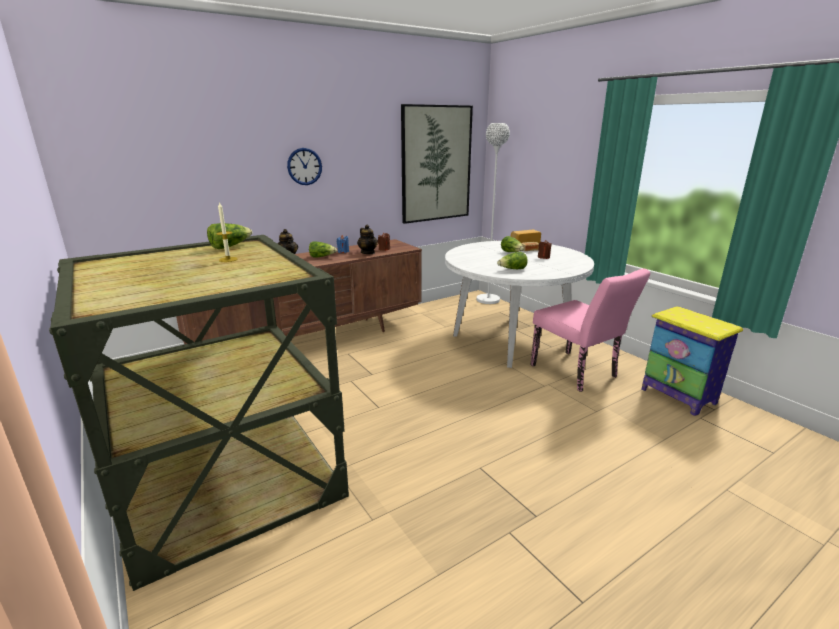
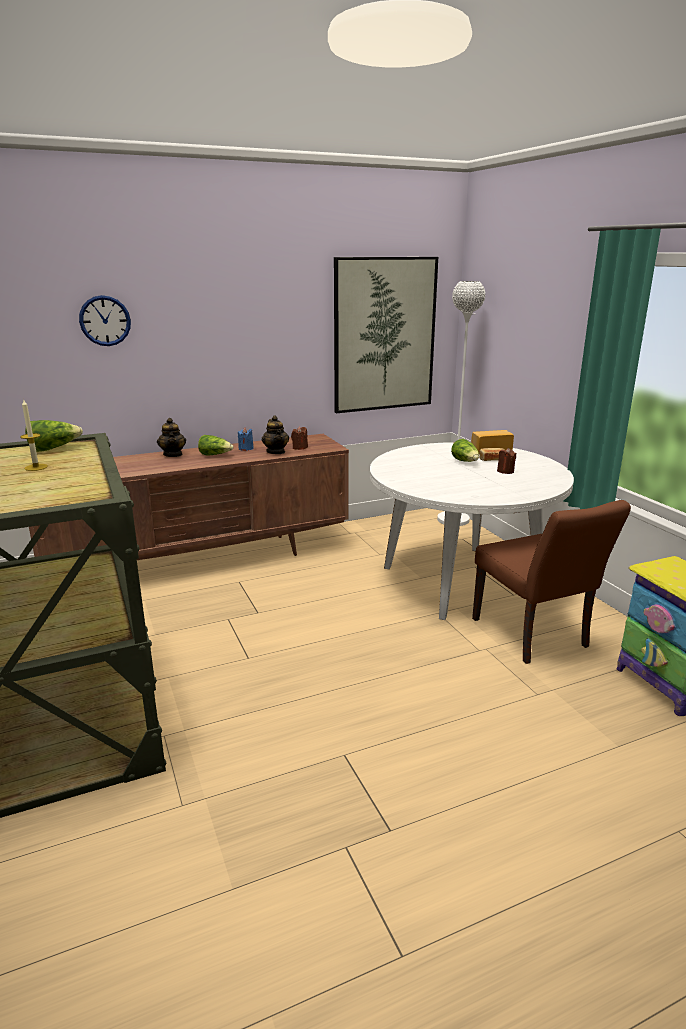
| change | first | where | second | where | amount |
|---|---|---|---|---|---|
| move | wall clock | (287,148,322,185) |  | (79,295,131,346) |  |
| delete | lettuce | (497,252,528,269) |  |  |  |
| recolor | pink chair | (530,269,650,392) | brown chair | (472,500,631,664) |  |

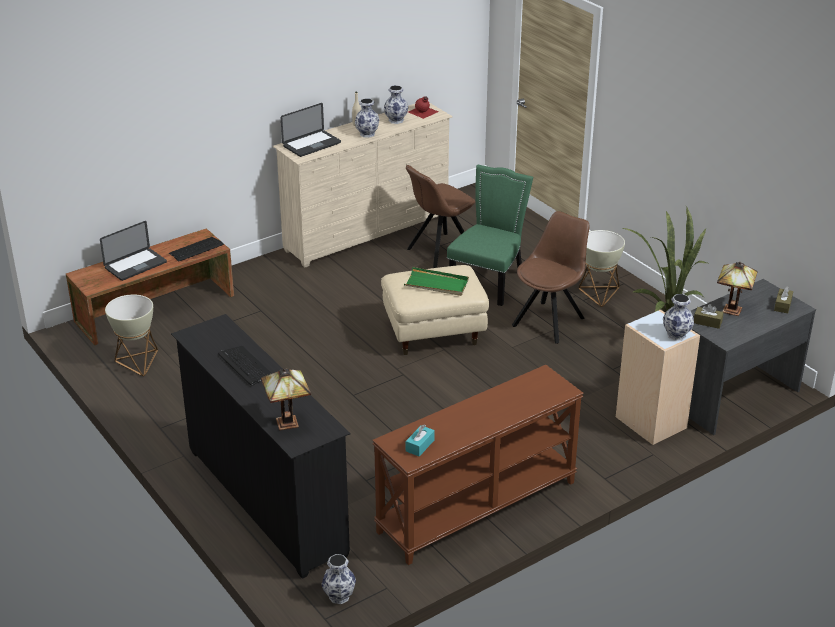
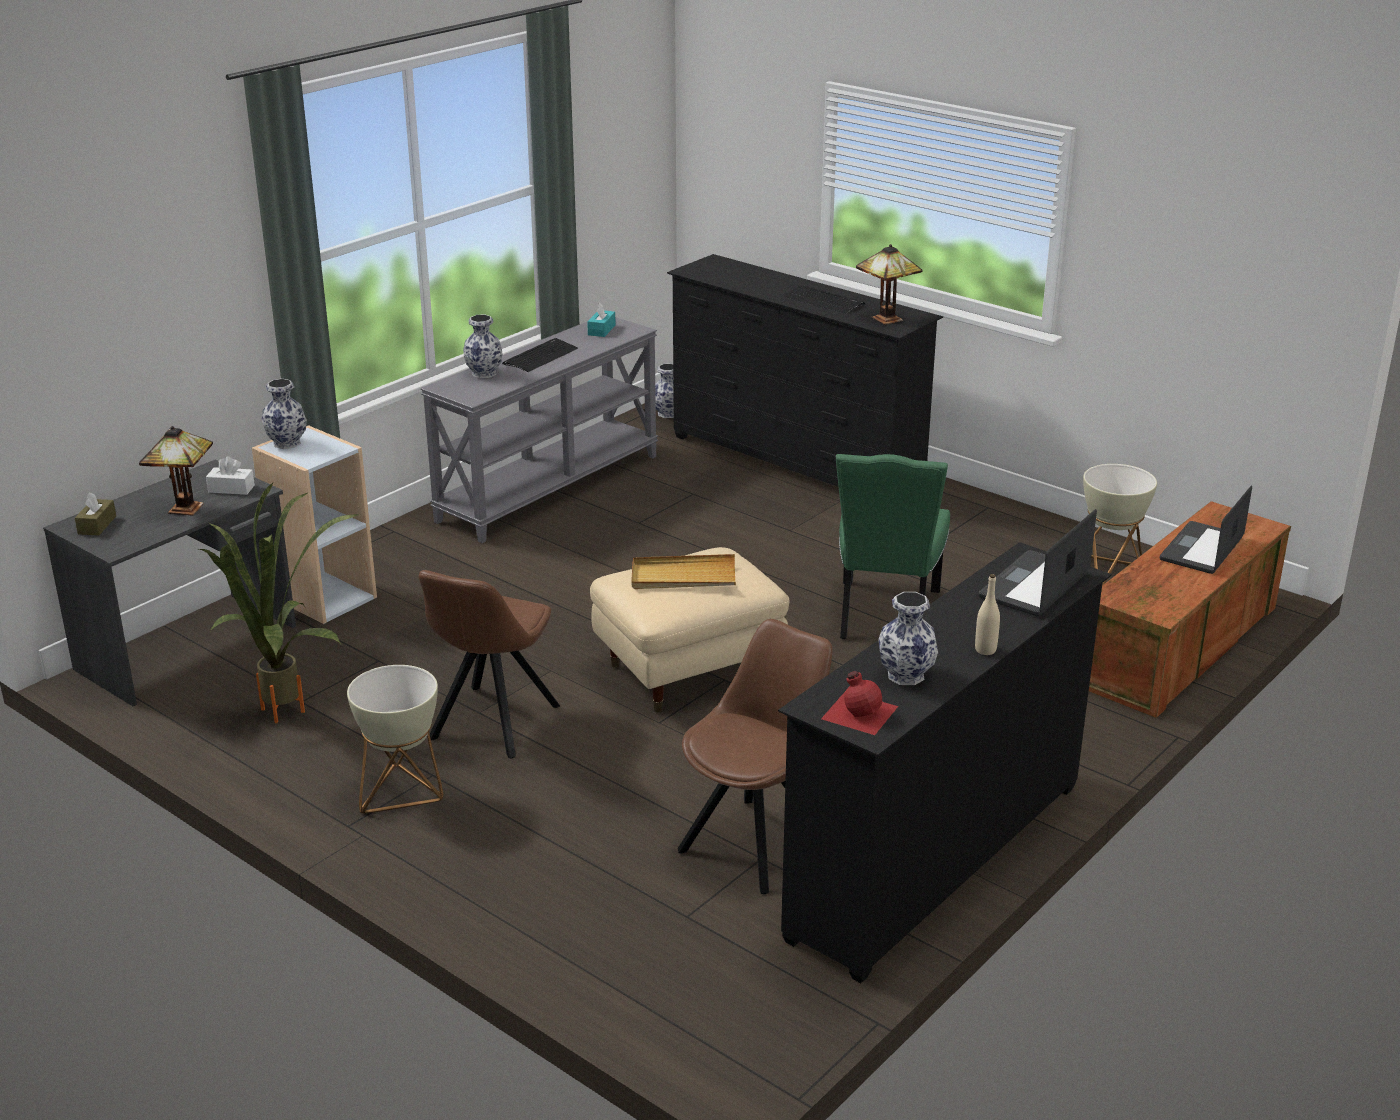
| change | first | where | second | where | amount |
|---|---|---|---|---|---|
| move | vase | (355,98,379,138) |  | (463,314,502,378) |  |
| recolor | beige dresser | (273,103,453,268) | black dresser | (778,542,1112,983) |  |
| move | green chair | (447,165,533,306) |  | (836,454,950,639) |  |
| move | keyboard | (169,237,224,262) |  | (502,338,578,372) |  |
| recolor | green tray | (404,267,469,296) | beige tray | (632,554,736,589) |  |
| recolor | brown tissue box | (694,304,724,329) | white tissue box | (206,457,255,495) |  |
| recolor | brown console table | (372,365,584,565) | grey console table | (420,317,658,543) |  |
| move | table lamp | (261,368,311,430) |  | (856,244,923,325) |  |

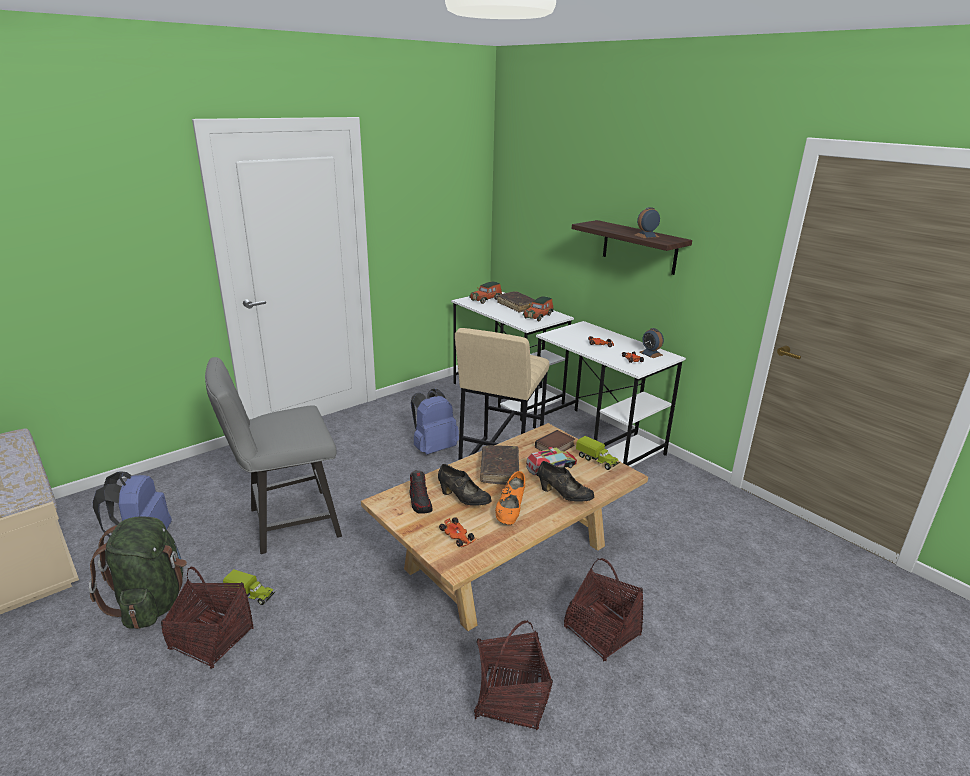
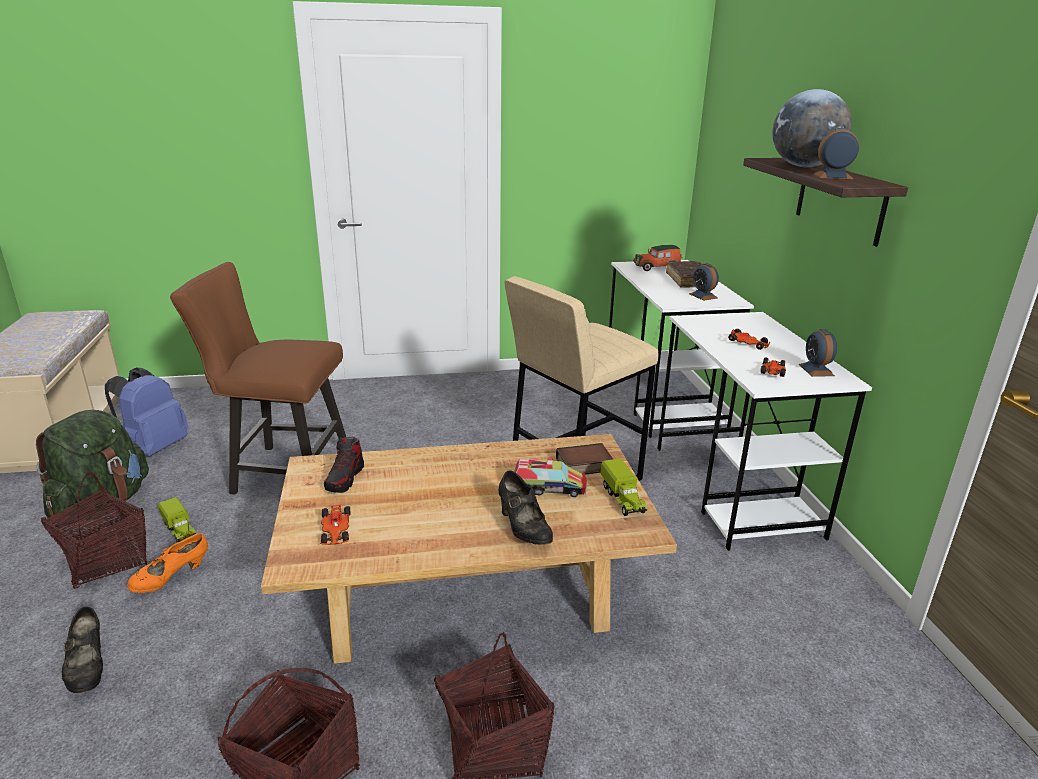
| change | first | where | second | where | amount |
|---|---|---|---|---|---|
| replace | toy car | (523,296,553,321) | alarm clock | (689,263,719,301) |  |
| recolor | grey chair | (205,357,342,554) | brown chair | (170,262,346,495) |  |
| delete | blue backpack | (411,389,459,455) |  |  |  |
| delete | brown book | (480,445,519,485) |  |  |  |
| move | black shoe | (438,464,491,506) |  | (62,606,103,693) |  |
| move | orange shoe | (495,471,525,525) |  | (127,533,208,593) |  |
| insert |  |  | globe | (773,89,852,167) |  |

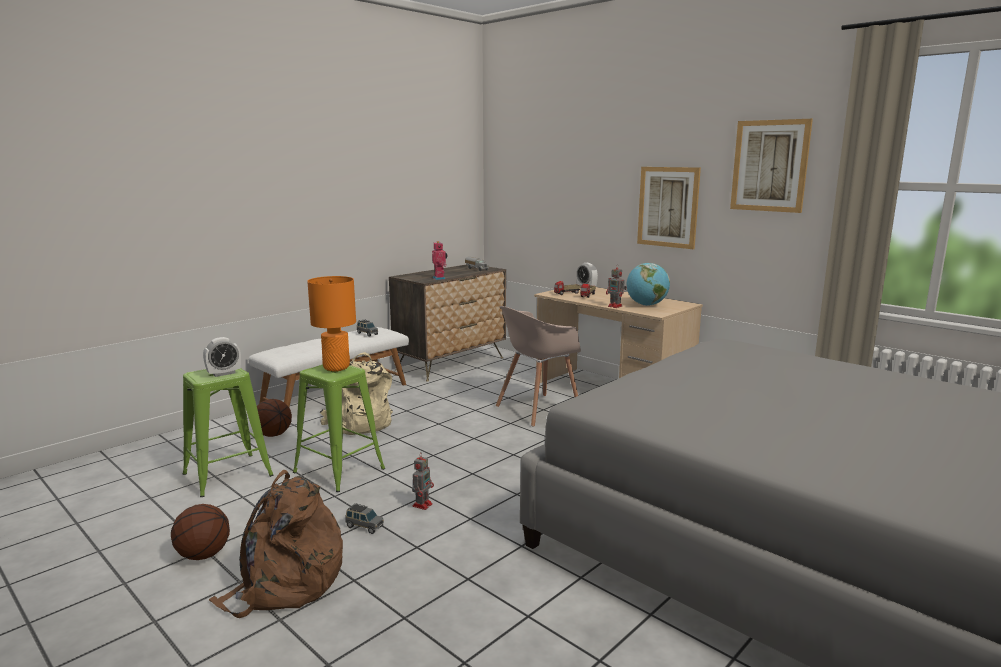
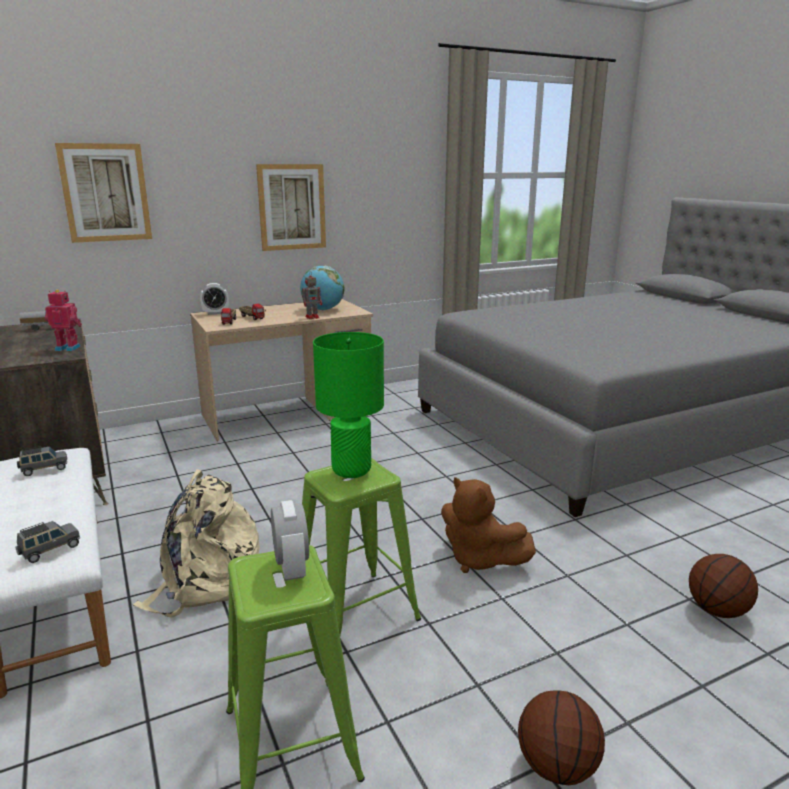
| change | first | where | second | where | amount |
|---|---|---|---|---|---|
| move | picture | (730,119,813,213) |  | (55,143,152,243) |  |
| recolor | orange table lamp | (307,276,356,372) | green table lamp | (313,332,384,478) |  |
| delete | beige chair | (496,306,581,427) |  |  |  |
| move | basketball | (257,399,292,437) |  | (689,554,758,618) |  |
| replace | toy robot | (412,452,434,510) | brown plush toy | (441,477,536,573) |  |
| delete | brown backpack | (209,470,343,618) |  |  |  |
| move | grey toy car | (345,503,384,534) |  | (15,521,80,563) |  |

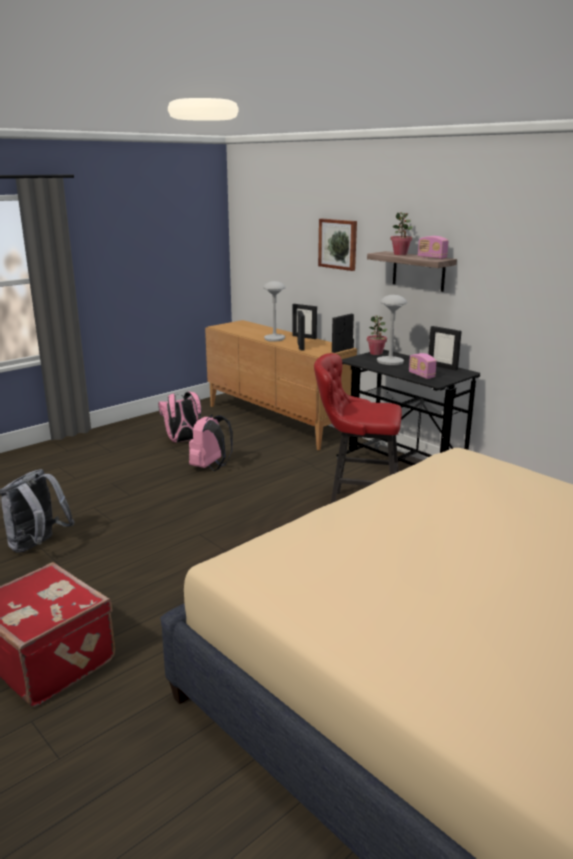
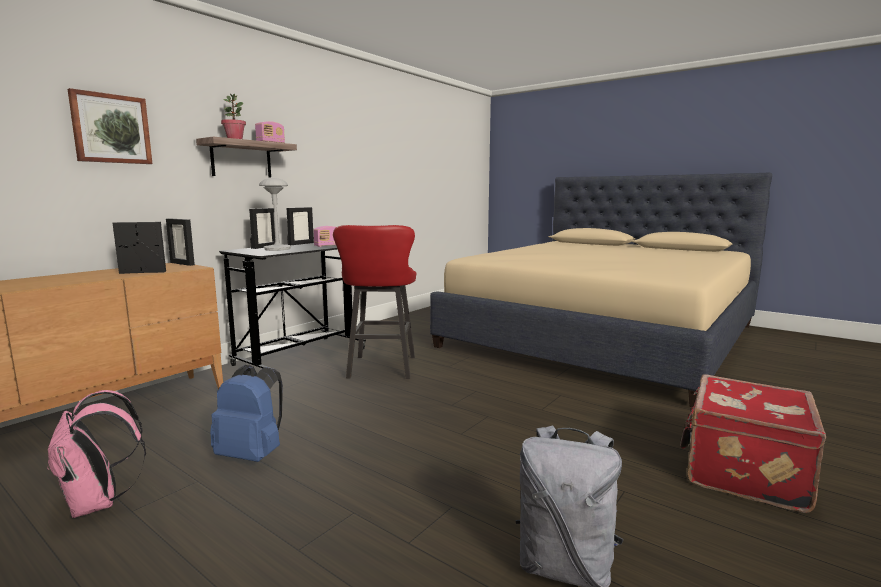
| change | first | where | second | where | amount |
|---|---|---|---|---|---|
| delete | grey table lamp | (263,281,286,342) |  |  |  |
| move | picture frame | (292,304,317,339) |  | (249,208,275,249) |  |
| delete | potted plant | (367,315,387,355) |  |  |  |
| recolor | pink backpack | (189,414,233,471) | blue backpack | (210,365,283,462) |  |

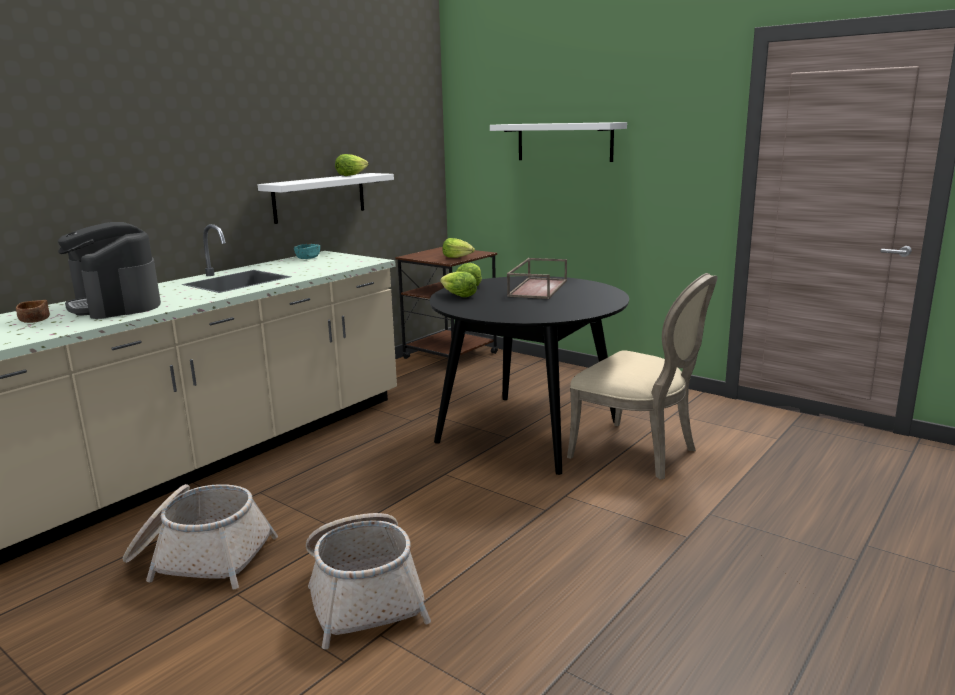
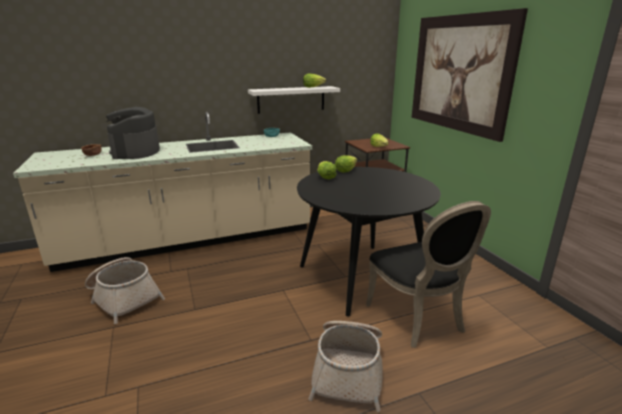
| change | first | where | second | where | amount |
|---|---|---|---|---|---|
| replace | white shelf | (490,122,627,162) | picture | (412,8,528,142) |  |
| delete | brown tray | (507,258,567,299) |  |  |  |
| recolor | beige chair | (567,273,718,480) | black chair | (366,201,491,348) |  |
| move | basket | (306,513,431,649) |  | (308,321,383,412) |  |

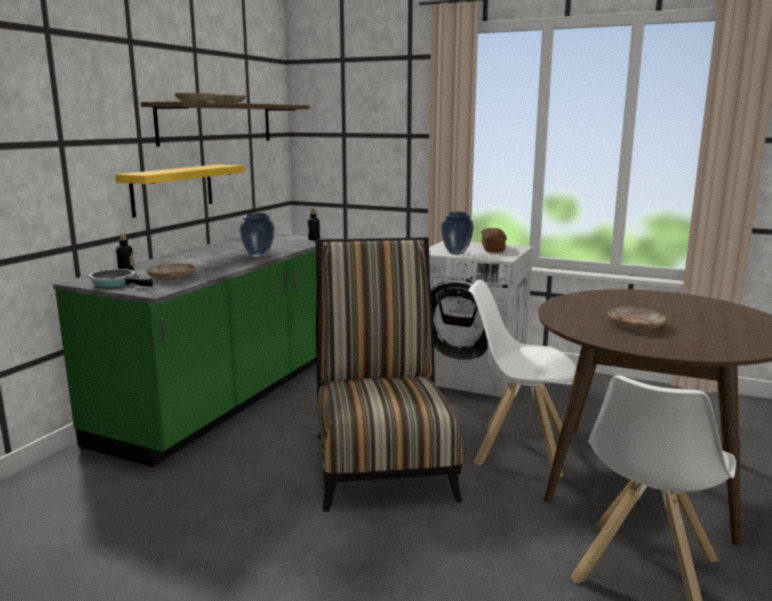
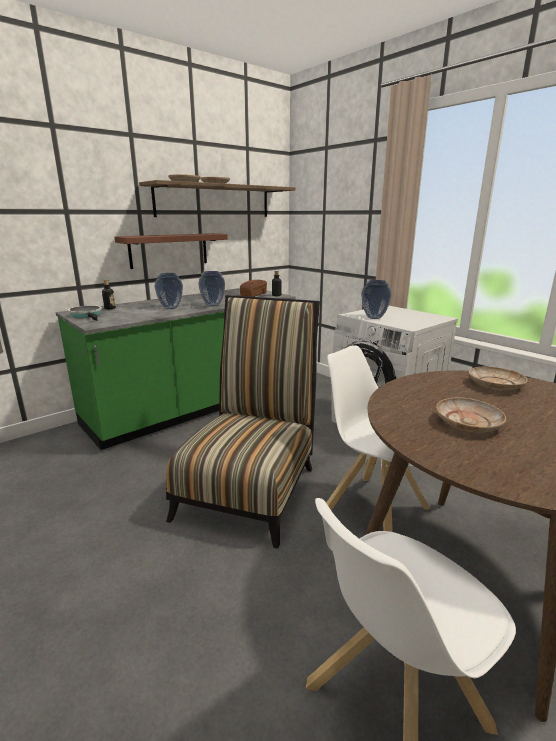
| change | first | where | second | where | amount |
|---|---|---|---|---|---|
| recolor | yellow shelf | (115,164,245,217) | brown shelf | (115,233,228,269) |  |
| move | bread | (482,228,507,252) |  | (240,279,267,297) |  |
| move | beige plate | (146,264,196,280) |  | (468,366,528,390) |  |
| insert |  |  | vase | (155,273,183,309) |  |

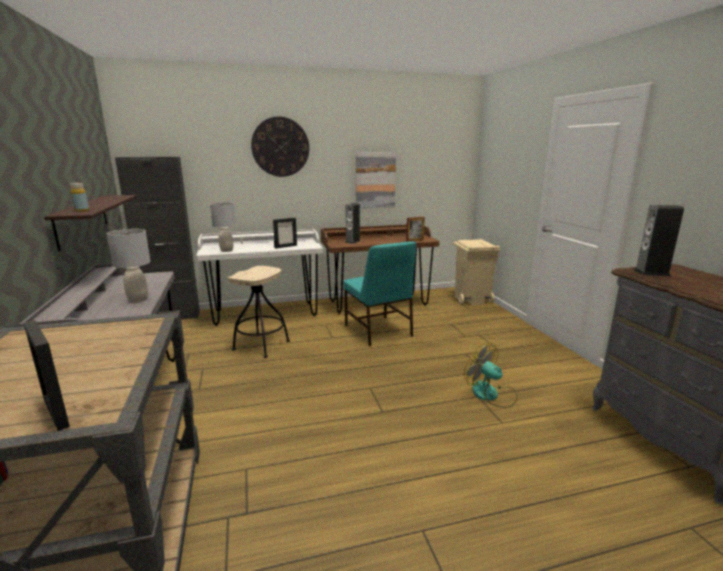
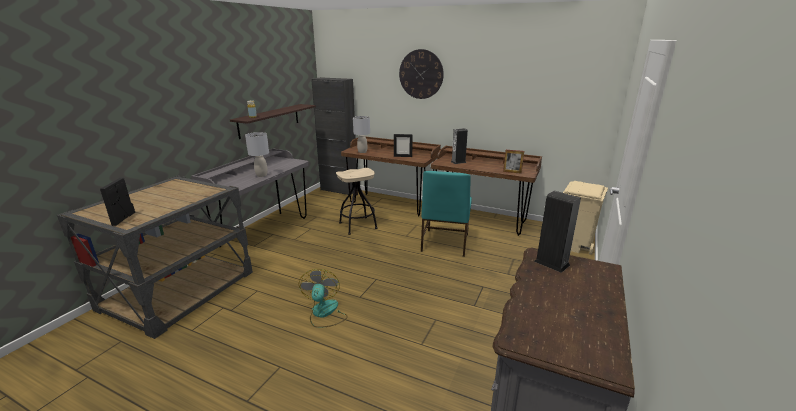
| change | first | where | second | where | amount |
|---|---|---|---|---|---|
| delete | picture | (356,152,396,208) |  |  |  |
| recolor | white desk | (196,229,323,326) | brown desk | (341,137,441,217) |  |
| move | fan | (464,343,518,408) |  | (299,269,348,328) |  |

